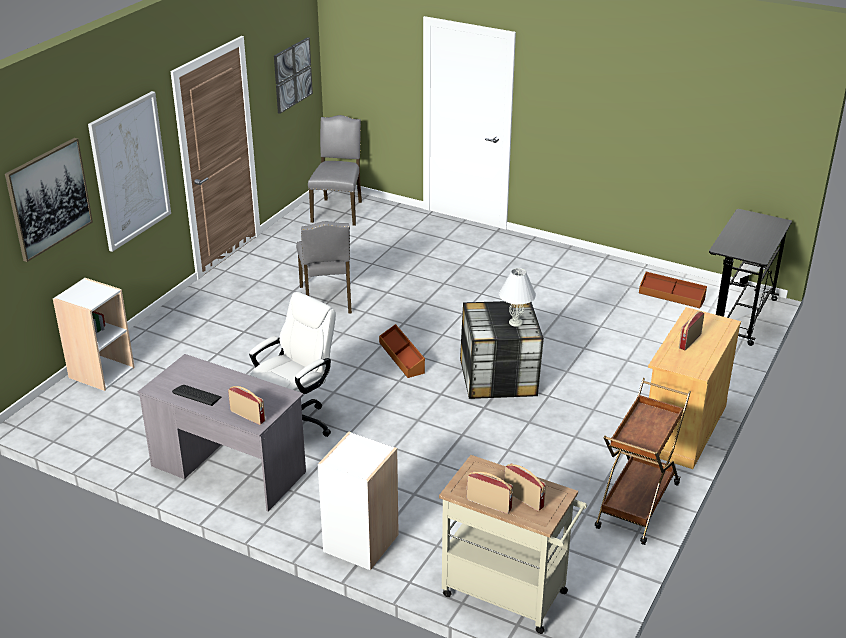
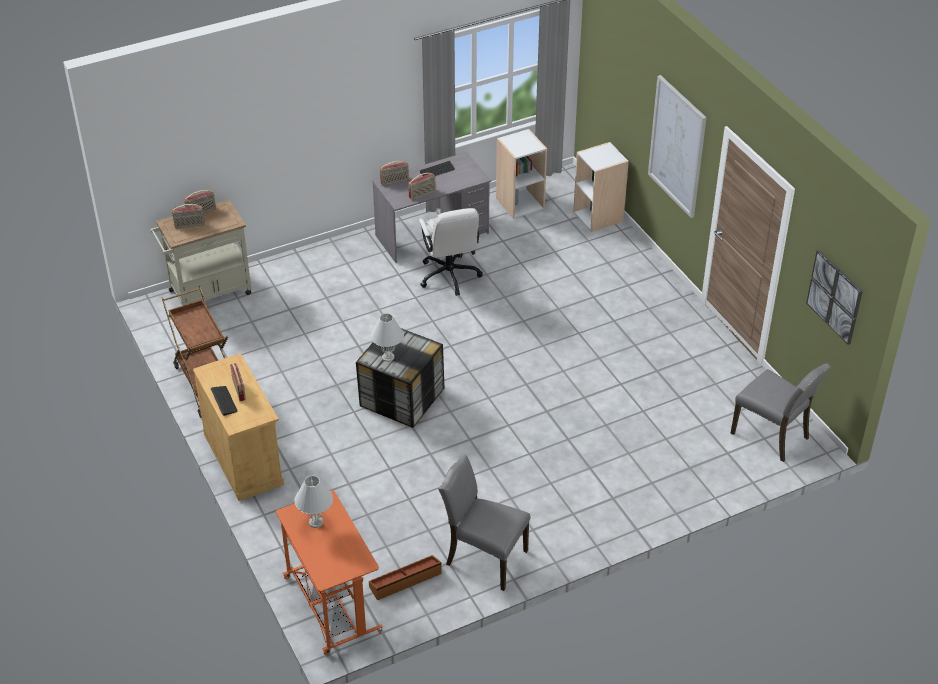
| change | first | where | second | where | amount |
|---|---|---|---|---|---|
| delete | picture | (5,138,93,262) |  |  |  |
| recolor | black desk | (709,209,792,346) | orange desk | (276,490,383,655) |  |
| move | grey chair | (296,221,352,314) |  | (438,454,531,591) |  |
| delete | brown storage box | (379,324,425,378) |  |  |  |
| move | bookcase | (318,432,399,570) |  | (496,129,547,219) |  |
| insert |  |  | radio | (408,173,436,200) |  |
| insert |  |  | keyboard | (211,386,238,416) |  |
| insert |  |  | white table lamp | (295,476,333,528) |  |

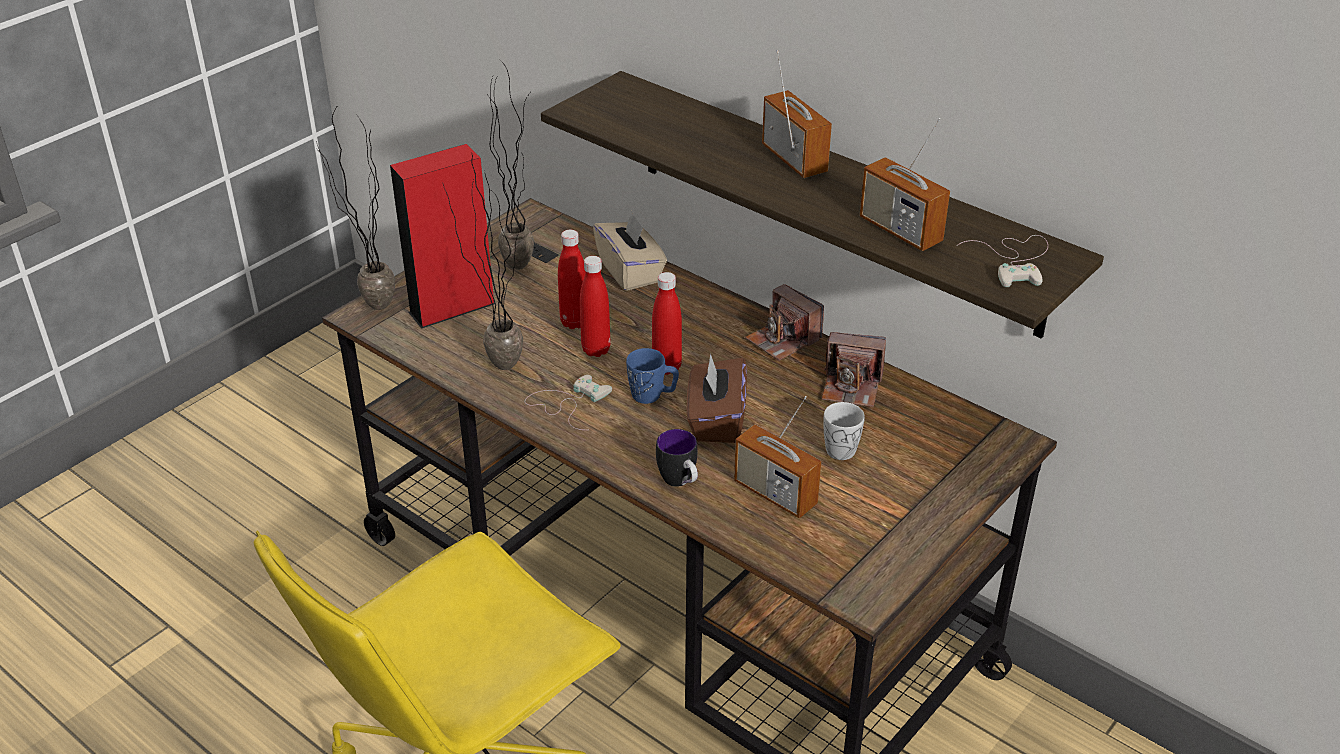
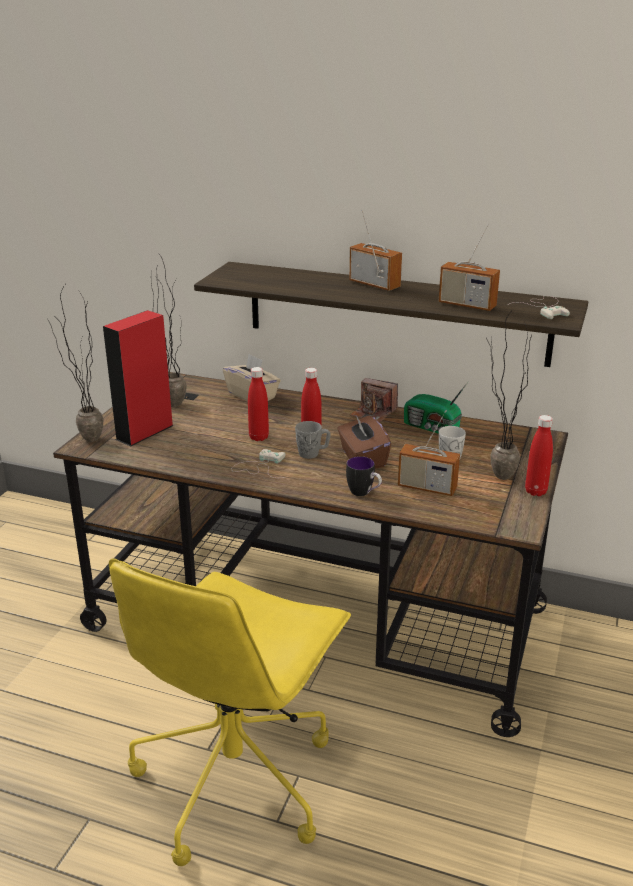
| change | first | where | second | where | amount |
|---|---|---|---|---|---|
| move | potted plant | (443,155,523,370) |  | (486,309,531,480) |  |
| move | red bottle | (558,230,585,329) |  | (525,415,553,496) |  |
| replace | photo camera | (821,332,886,407) | radio | (404,381,469,434) |  |
| recolor | blue mug | (626,348,679,404) | grey mug | (295,421,331,459) |  |

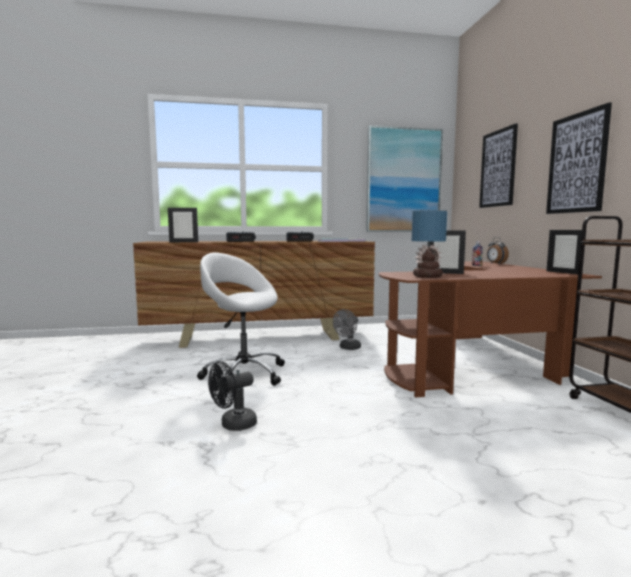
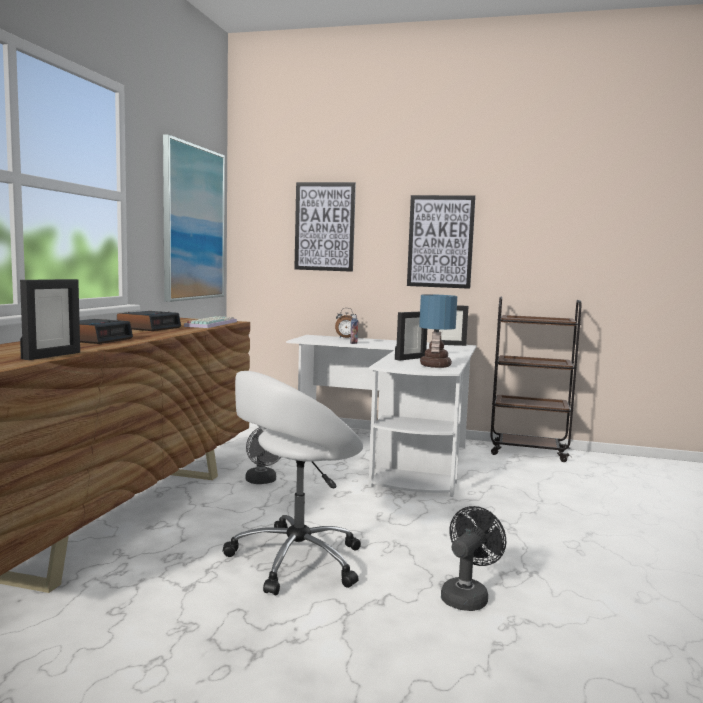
| change | first | where | second | where | amount |
|---|---|---|---|---|---|
| recolor | brown desk | (379,261,602,397) | white desk | (286,335,476,497) |  |
| rotate | black fan | (208,361,257,431) |  | (441,506,506,611) | 135 degrees counterclockwise |

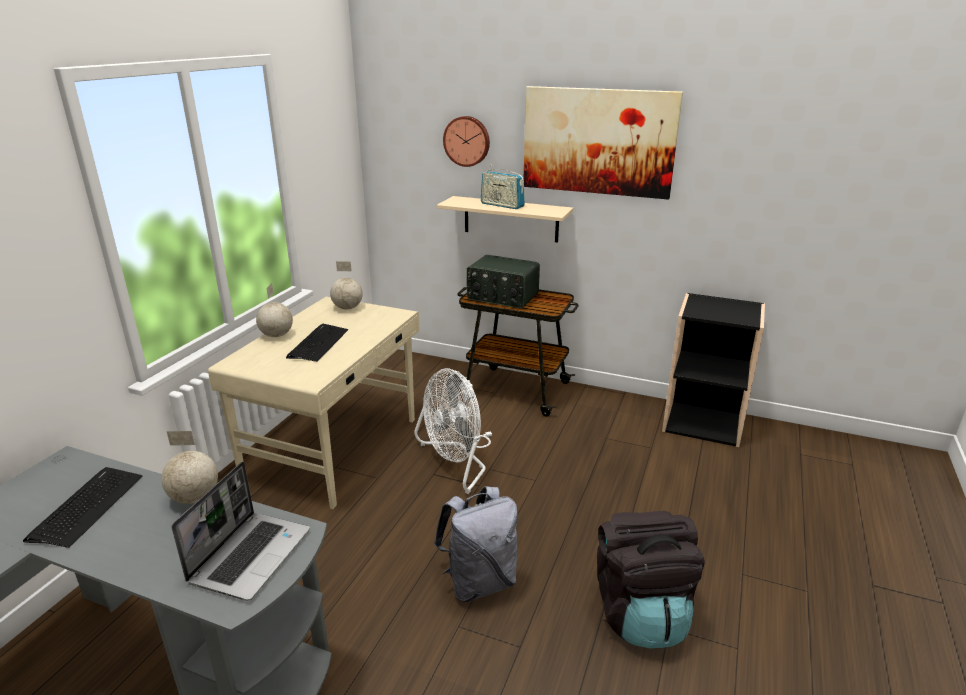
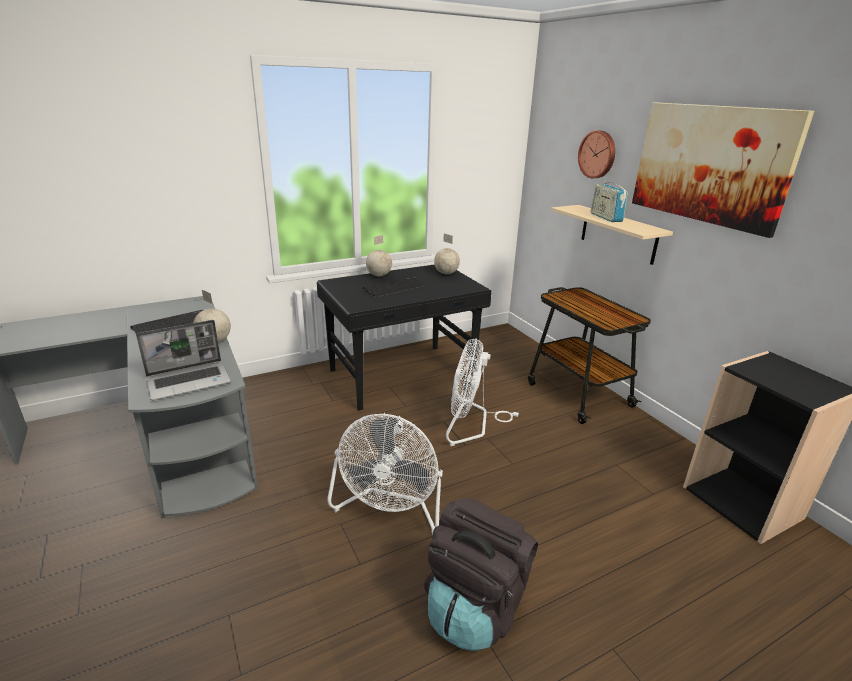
| change | first | where | second | where | amount |
|---|---|---|---|---|---|
| delete | radio | (466,255,540,309) |  |  |  |
| recolor | beige desk | (208,297,420,509) | black desk | (317,264,492,411) |  |
| replace | grey backpack | (434,486,518,602) | white fan | (327,413,443,535) |  |

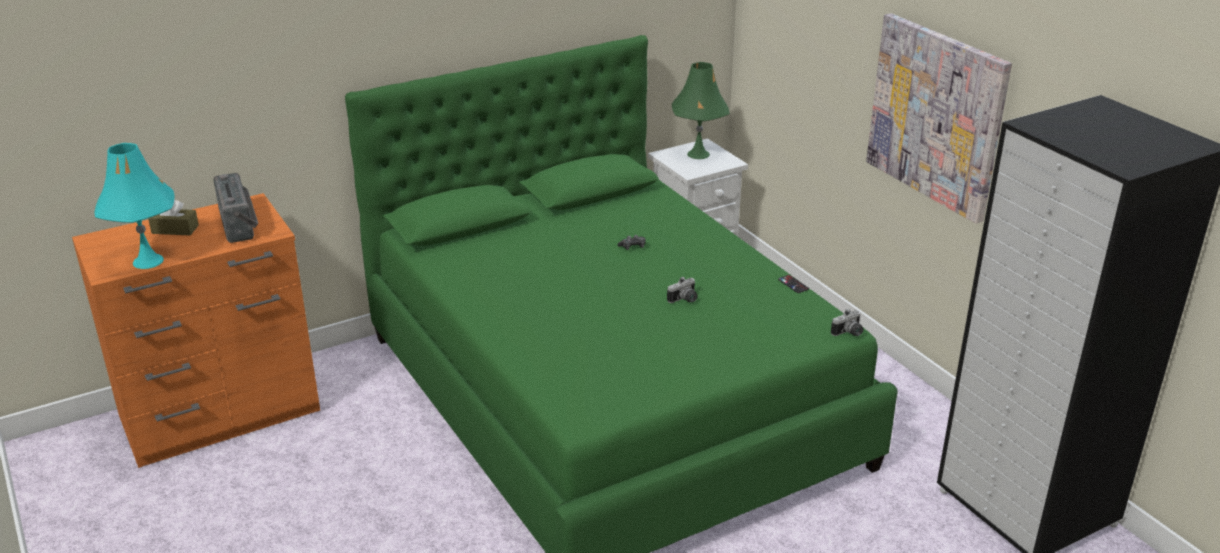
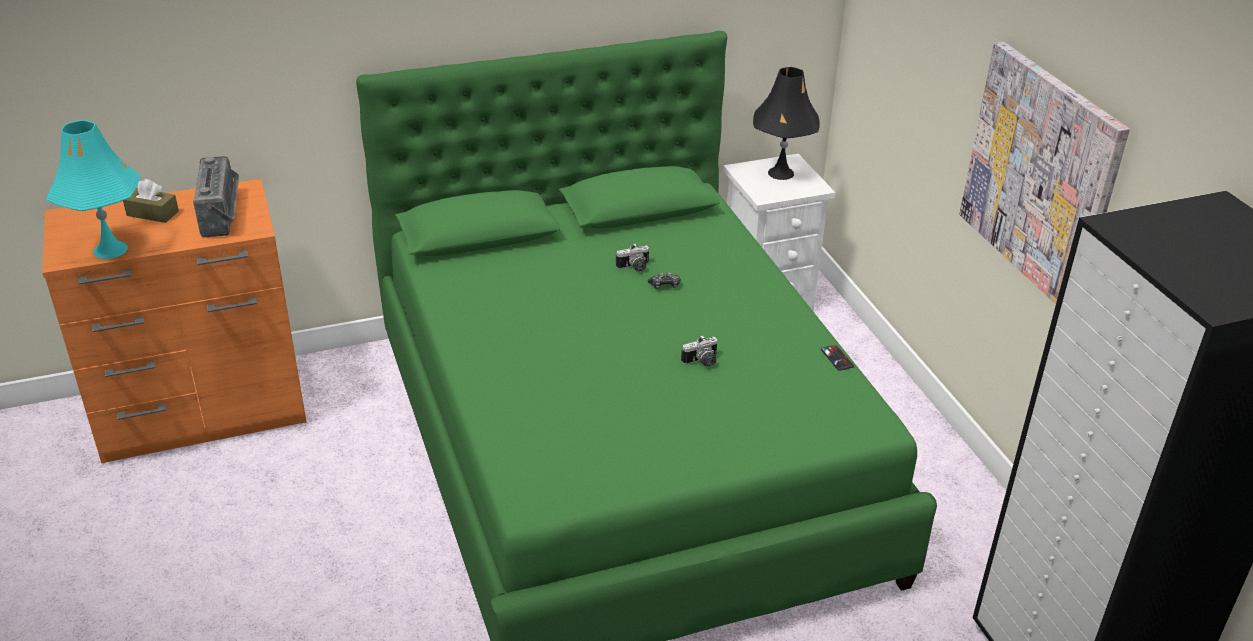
| change | first | where | second | where | amount |
|---|---|---|---|---|---|
| recolor | green table lamp | (672,62,730,159) | black table lamp | (753,67,820,180) |  |
| move | photo camera | (831,309,863,336) |  | (616,243,649,272) |  |

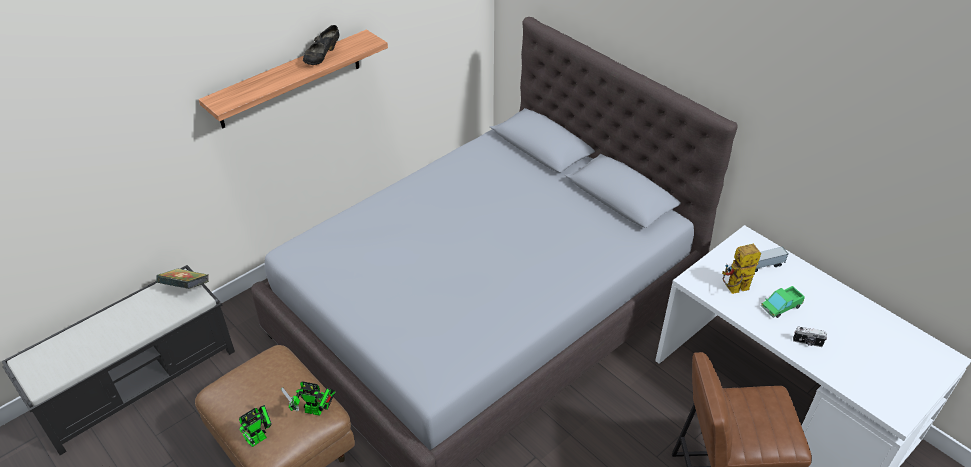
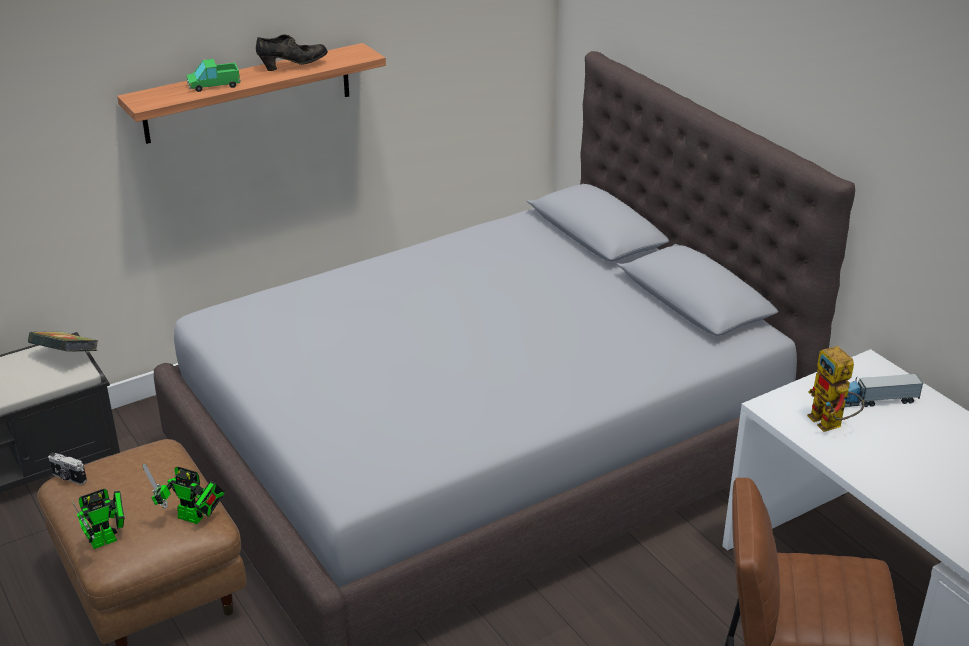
| change | first | where | second | where | amount |
|---|---|---|---|---|---|
| rotate | black shoe | (303,25,339,65) |  | (256,34,328,71) | 150 degrees counterclockwise |
| rotate | toy robot | (722,244,761,294) |  | (807,346,865,432) | 105 degrees counterclockwise |
| move | toy truck | (761,286,805,318) |  | (186,59,241,92) |  |
| move | photo camera | (793,327,827,347) |  | (48,452,87,485) |  |

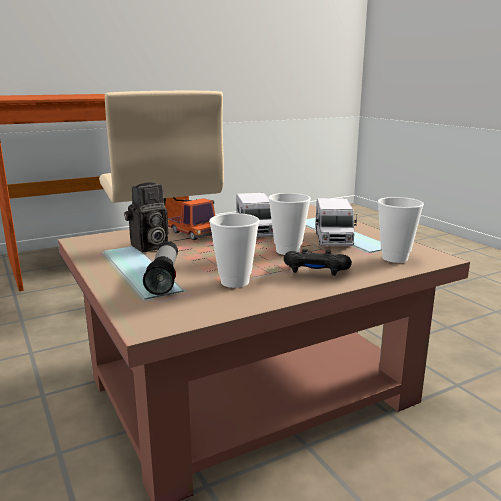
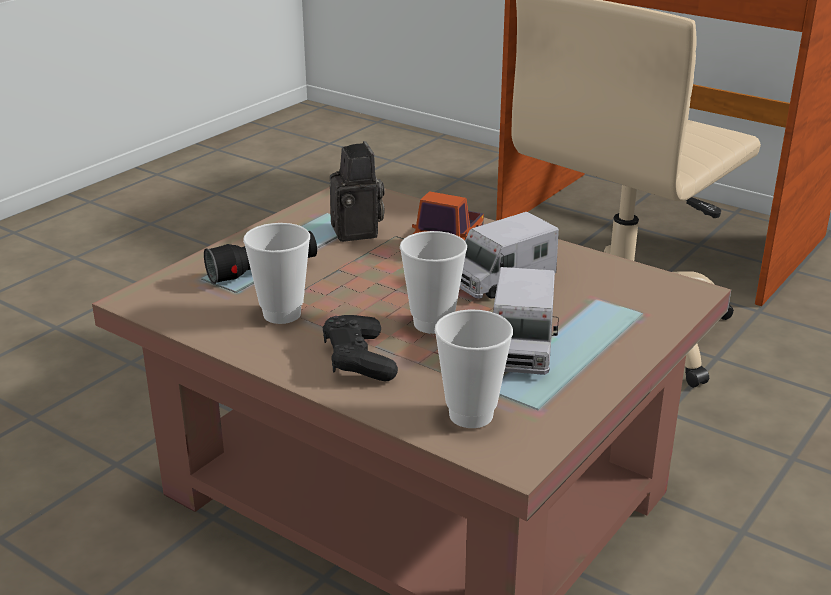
| change | first | where | second | where | amount |
|---|---|---|---|---|---|
| rotate | photo camera | (124,182,168,252) |  | (330,141,385,242) | 135 degrees counterclockwise |
| rotate | toy truck | (315,198,357,246) |  | (493,267,559,375) | 60 degrees counterclockwise |

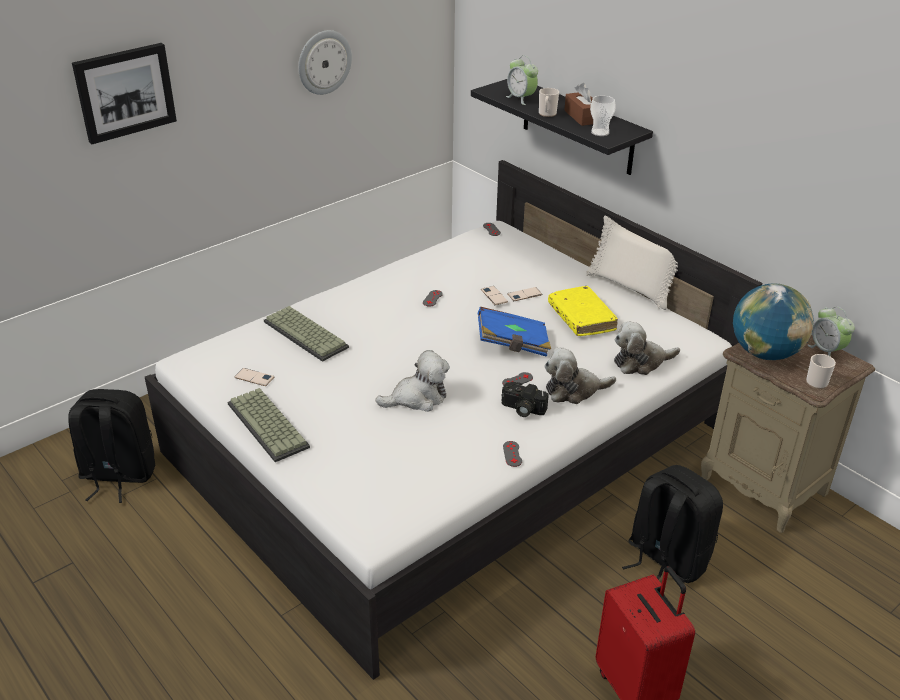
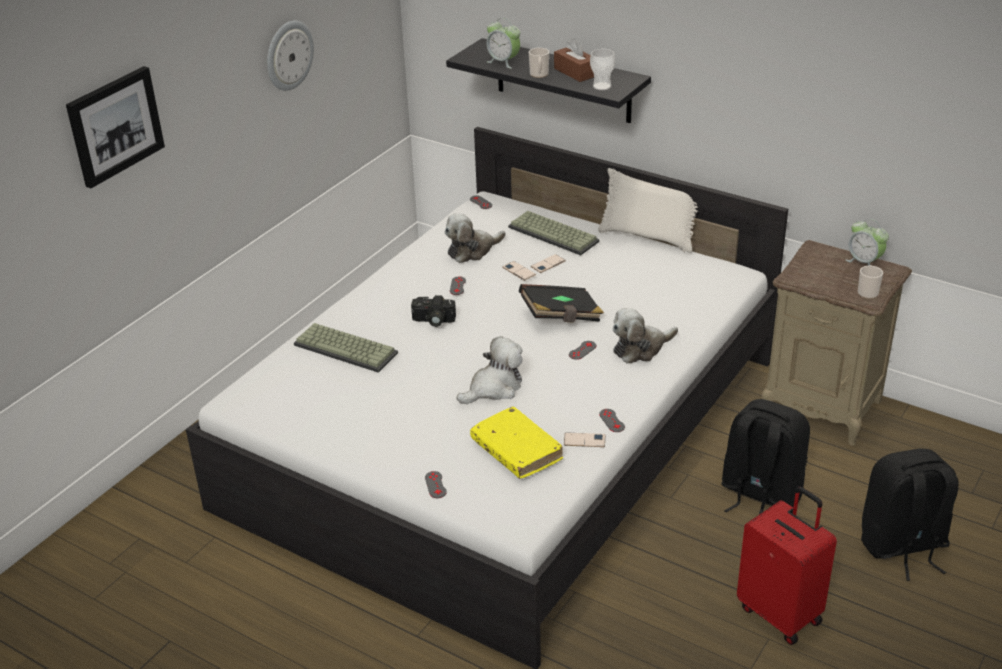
| change | first | where | second | where | amount |
|---|---|---|---|---|---|
| delete | globe | (733,283,814,360) |  |  |  |
| move | yellow book | (548,286,618,336) |  | (470,407,563,479) |  |
| recolor | blue book | (478,307,551,357) | black book | (519,284,604,322) |  |
| move | plush toy | (614,321,680,375) |  | (444,214,506,263) |  |
| move | phone | (235,368,274,386) |  | (564,432,605,447) |  |
| move | photo camera | (501,381,549,417) |  | (411,295,456,327) |  |
| move | keyboard | (228,388,310,462) |  | (508,211,600,255) |  |
| move | black backpack | (68,389,155,503) |  | (861,449,959,581) |  |
| insert |  |  | grey game controller | (425,471,447,498) |  |

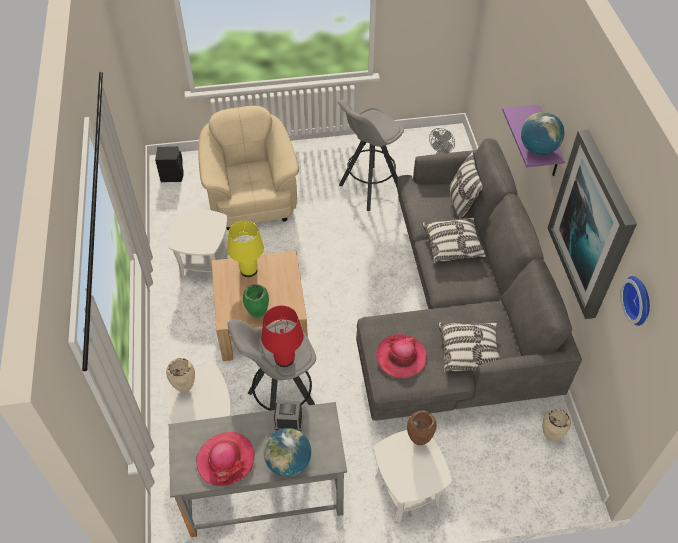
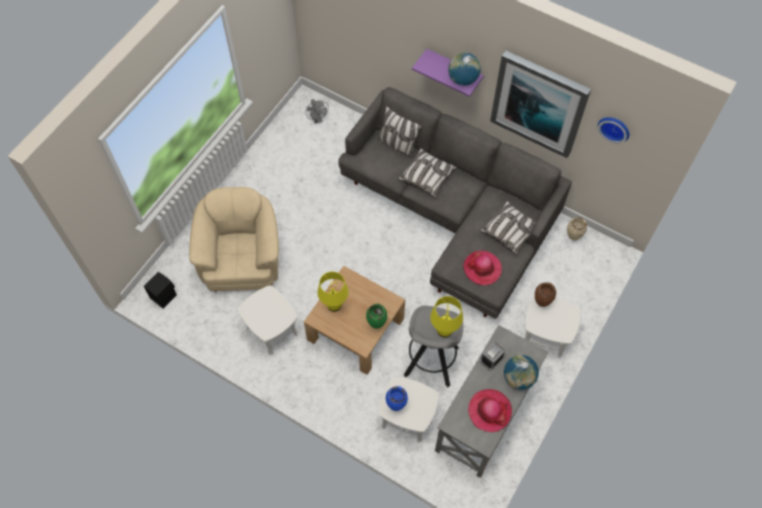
| change | first | where | second | where | amount |
|---|---|---|---|---|---|
| delete | grey stool | (337,100,404,211) |  |  |  |
| rotate | beige armchair | (198,106,299,231) |  | (189,187,279,292) | 60 degrees clockwise |
| recolor | red table lamp | (261,306,304,367) | yellow table lamp | (430,296,463,337) |  |
| recolor | beige vase | (166,358,195,392) | blue vase | (386,386,408,411) |  |

